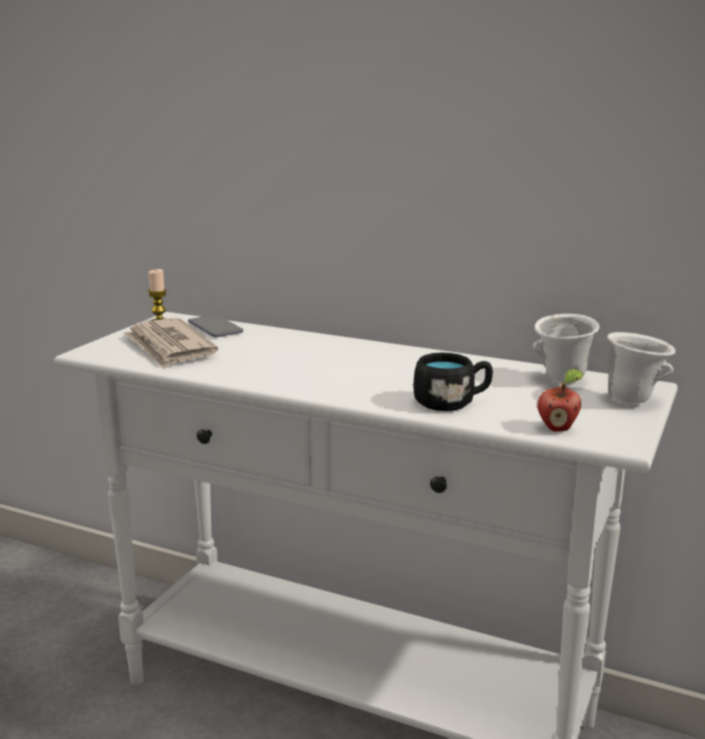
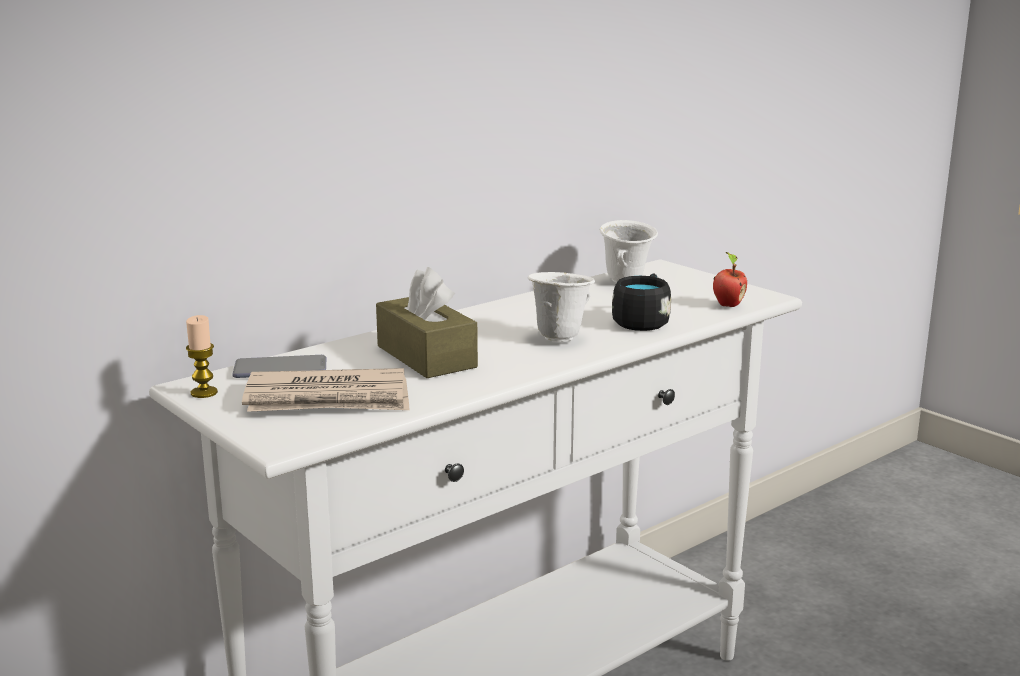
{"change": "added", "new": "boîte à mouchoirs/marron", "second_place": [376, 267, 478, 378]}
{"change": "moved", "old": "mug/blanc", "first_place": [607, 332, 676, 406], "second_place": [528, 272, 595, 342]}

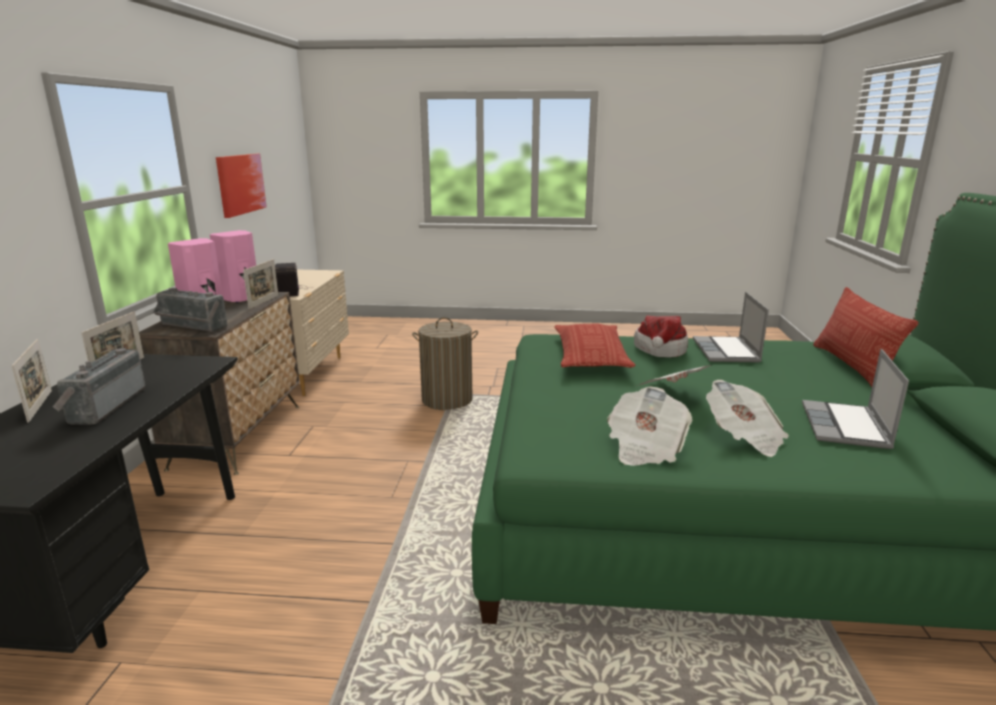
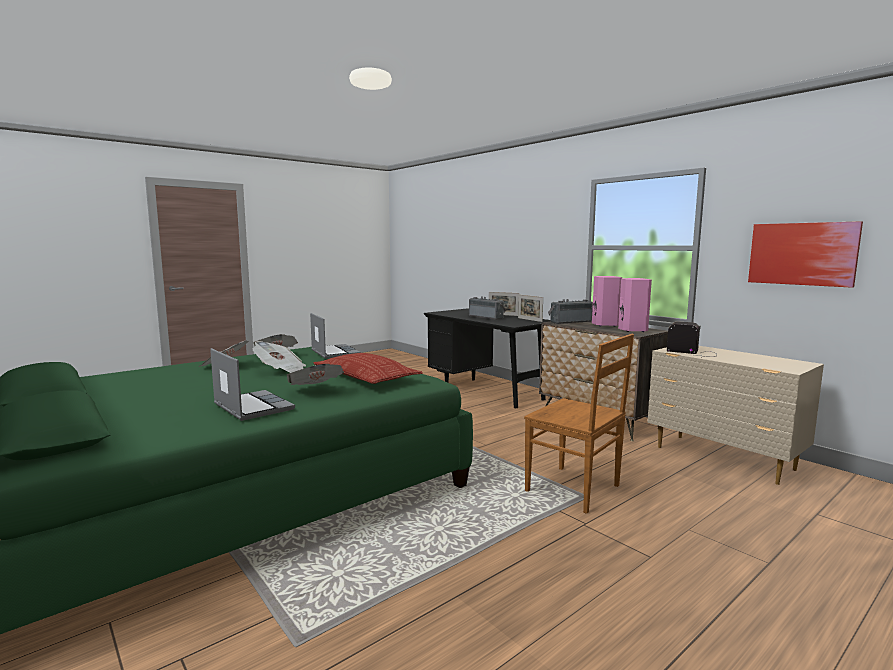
{"change": "replaced", "old": "chapeau", "new": "journal", "first_place": [634, 315, 688, 357], "second_place": [287, 364, 344, 385]}
{"change": "moved", "old": "ordinateur portable", "first_place": [802, 349, 909, 449], "second_place": [310, 313, 361, 359]}
{"change": "replaced", "old": "panier à linge", "new": "chaise/marron", "first_place": [412, 317, 478, 410], "second_place": [524, 334, 634, 514]}
{"change": "removed", "old": "cadre photo", "first_place": [243, 259, 278, 309]}
{"change": "removed", "old": "coussin", "first_place": [813, 287, 919, 387]}

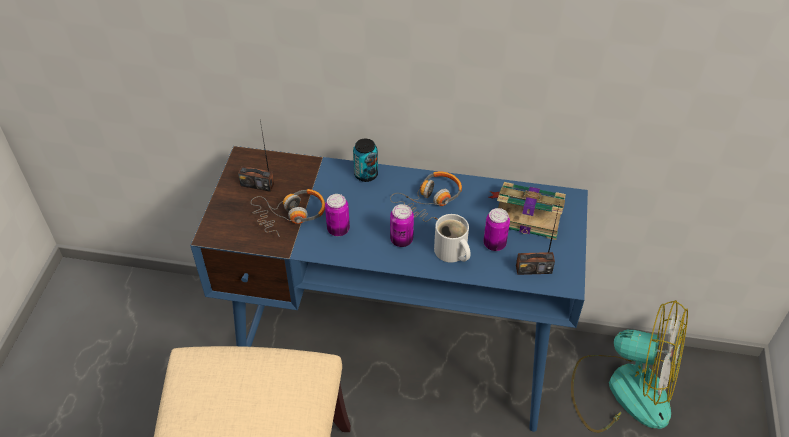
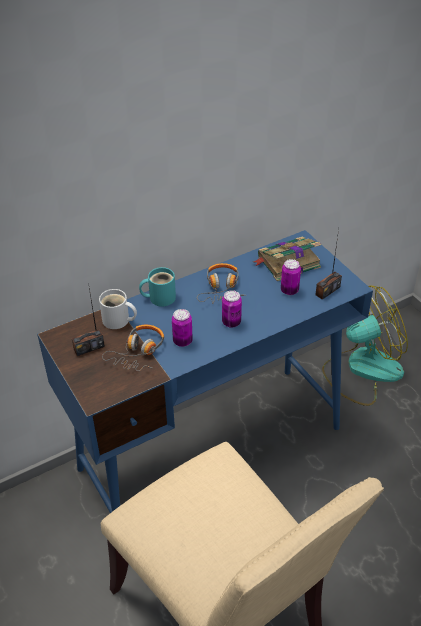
{"change": "moved", "old": "mug/blanc", "first_place": [434, 214, 471, 263], "second_place": [99, 289, 137, 329]}
{"change": "replaced", "old": "boîte métallique", "new": "mug/turquoise", "first_place": [353, 139, 378, 182], "second_place": [139, 267, 176, 307]}

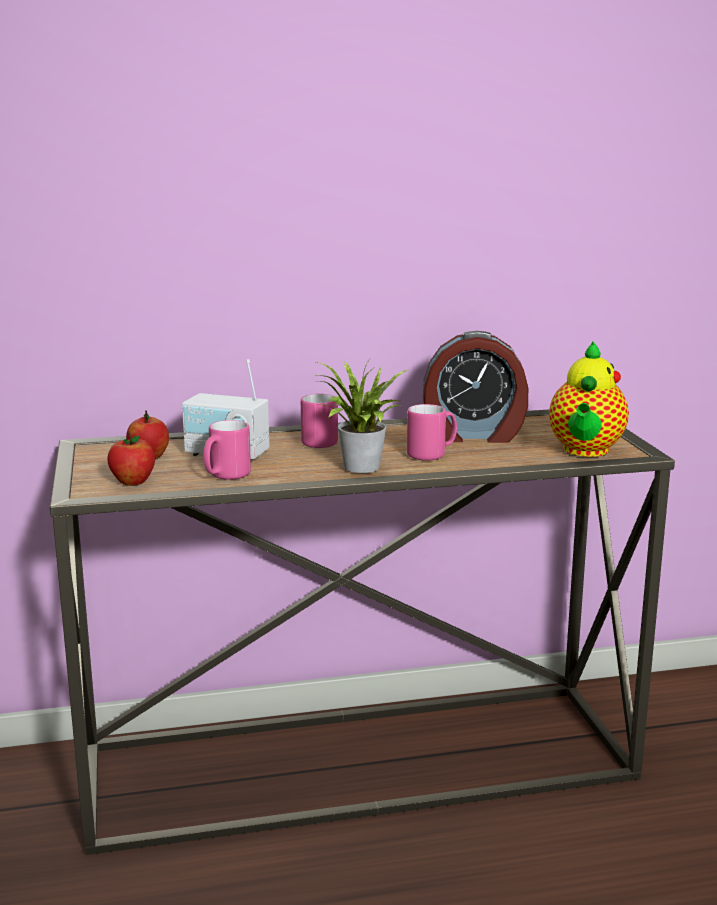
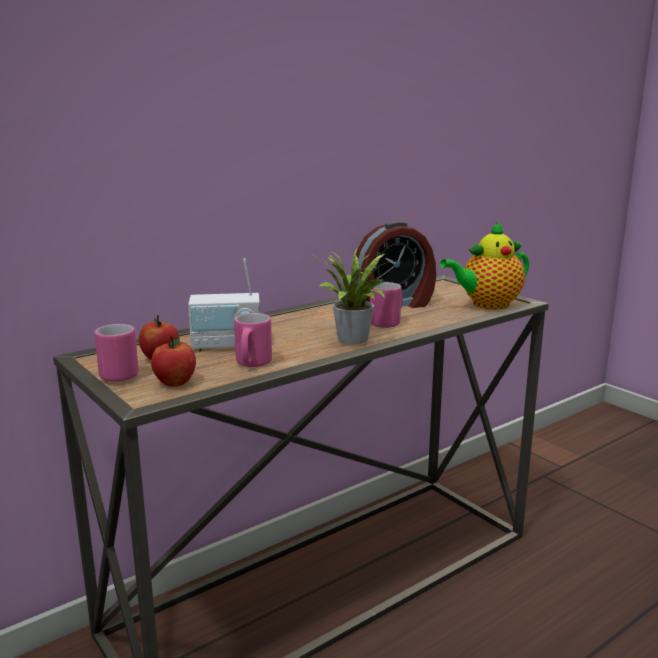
{"change": "moved", "old": "mug/rose", "first_place": [301, 394, 338, 448], "second_place": [94, 324, 139, 382]}
{"change": "turned", "old": "théière", "first_place": [549, 341, 629, 457], "second_place": [440, 221, 529, 310], "degrees": 75}

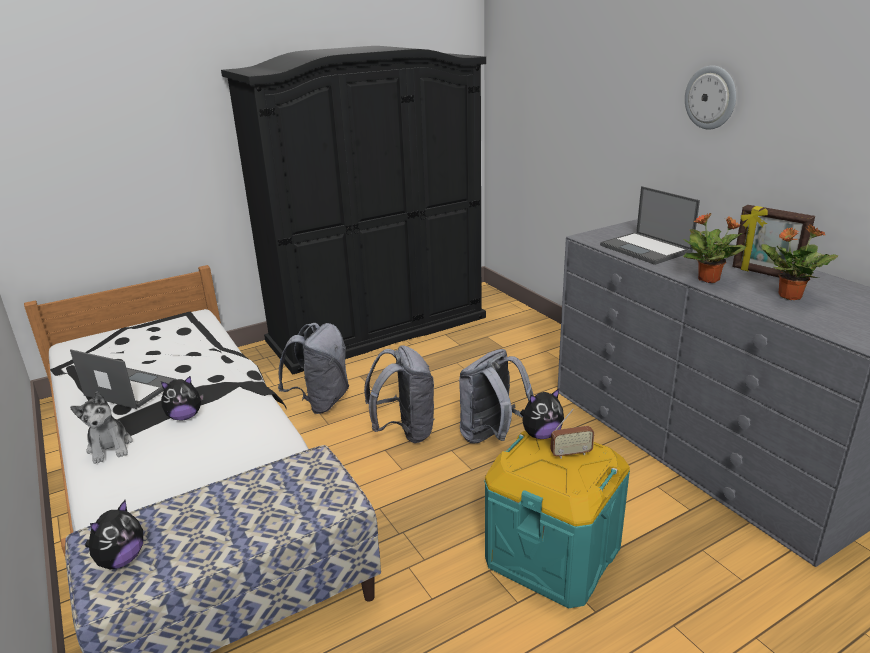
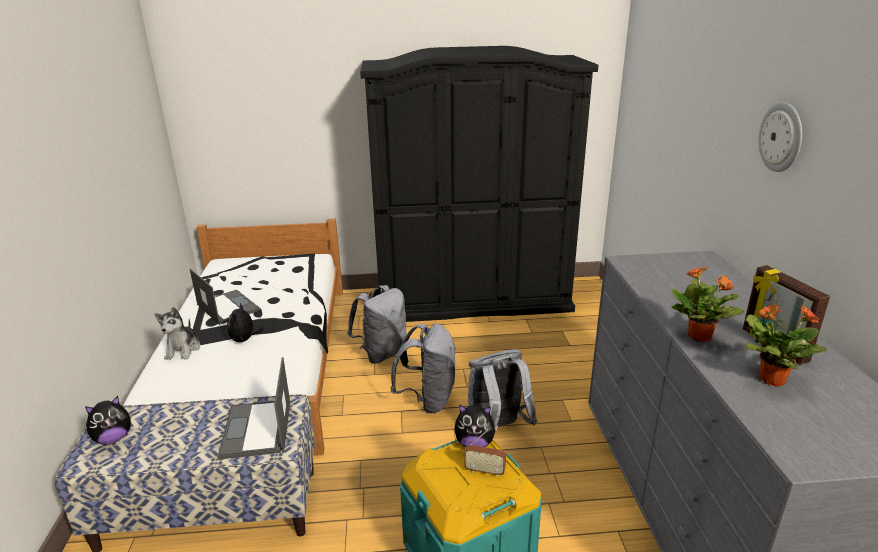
{"change": "moved", "old": "ordinateur portable", "first_place": [600, 186, 700, 265], "second_place": [218, 357, 290, 460]}
{"change": "turned", "old": "peluche", "first_place": [161, 376, 204, 421], "second_place": [227, 303, 263, 342], "degrees": 90}

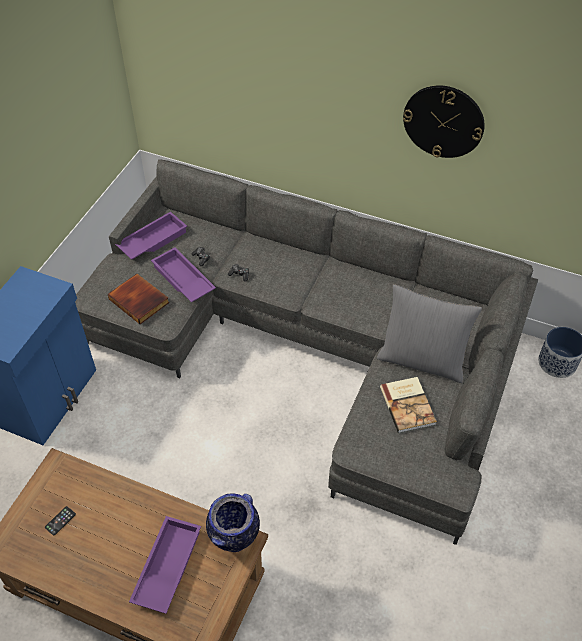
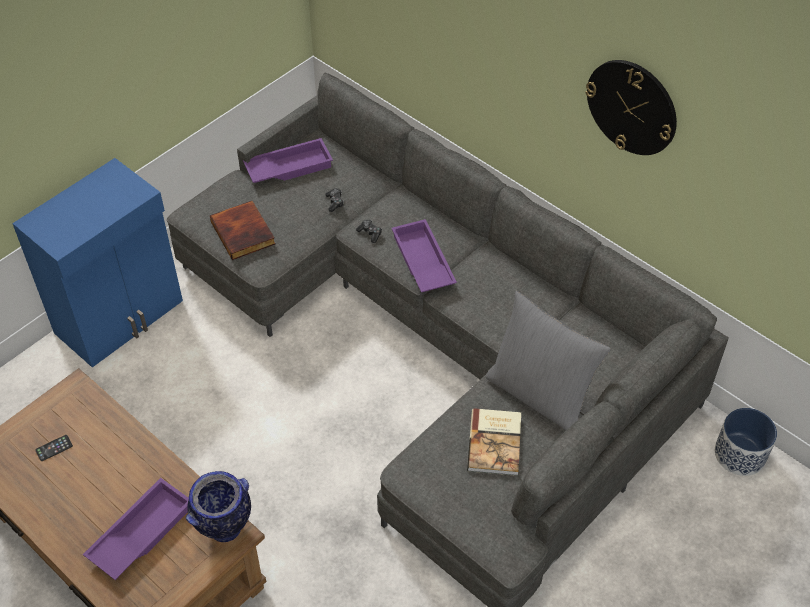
{"change": "moved", "old": "plateau/violet", "first_place": [151, 247, 216, 302], "second_place": [392, 219, 457, 292]}

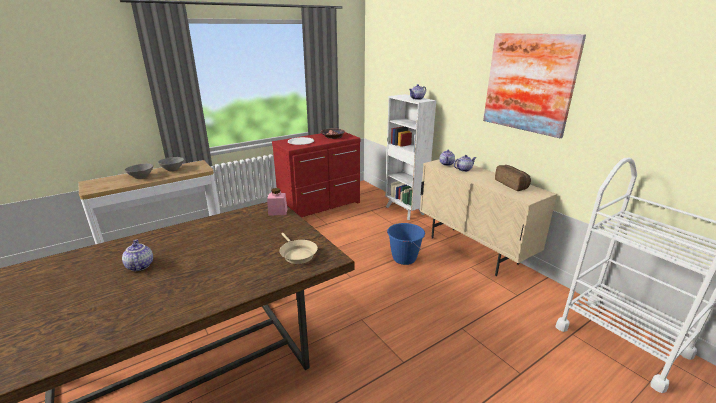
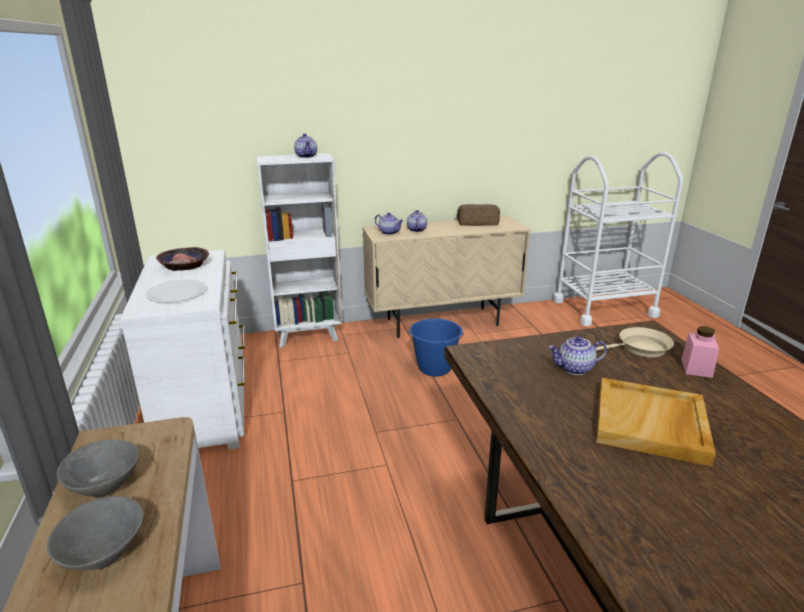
{"change": "recoloured", "old": "commode/rouge", "new": "commode/blanc", "first_place": [272, 132, 360, 217], "second_place": [119, 250, 245, 449]}
{"change": "moved", "old": "théière", "first_place": [122, 240, 153, 271], "second_place": [548, 336, 607, 375]}
{"change": "added", "new": "plateau/beige", "second_place": [596, 378, 716, 466]}
{"change": "moved", "old": "bocal/rose", "first_place": [267, 188, 287, 216], "second_place": [681, 326, 719, 378]}
{"change": "removed", "old": "tableau", "first_place": [483, 33, 586, 138]}

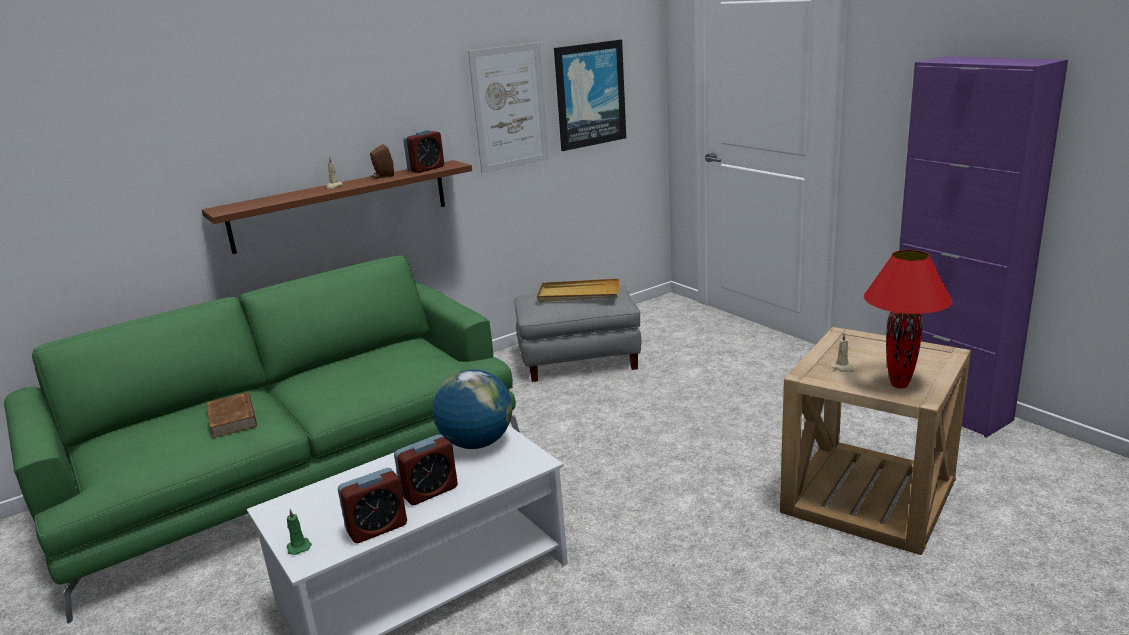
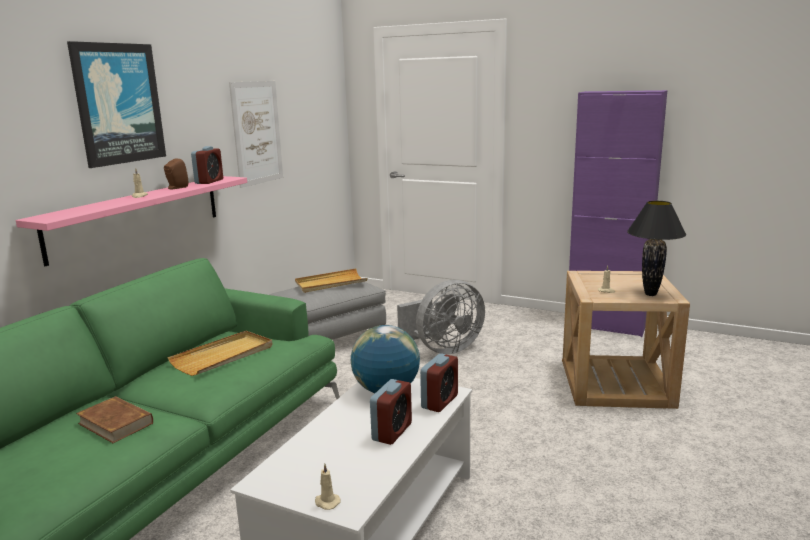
{"change": "recoloured", "old": "étagère/marron", "new": "étagère/rose", "first_place": [202, 160, 472, 254], "second_place": [16, 176, 247, 266]}
{"change": "moved", "old": "tableau", "first_place": [554, 40, 626, 151], "second_place": [67, 41, 166, 168]}
{"change": "added", "new": "plateau/beige", "second_place": [167, 331, 272, 376]}
{"change": "recoloured", "old": "bougie/vert", "new": "bougie/beige", "first_place": [287, 509, 312, 555], "second_place": [315, 463, 341, 510]}
{"change": "added", "new": "ventilateur/gris", "second_place": [397, 280, 485, 354]}
{"change": "moved", "old": "réveil", "first_place": [338, 468, 407, 543], "second_place": [420, 353, 458, 412]}
{"change": "recoloured", "old": "lampe de table/rouge", "new": "lampe de table/noir", "first_place": [864, 250, 952, 388], "second_place": [627, 201, 686, 296]}

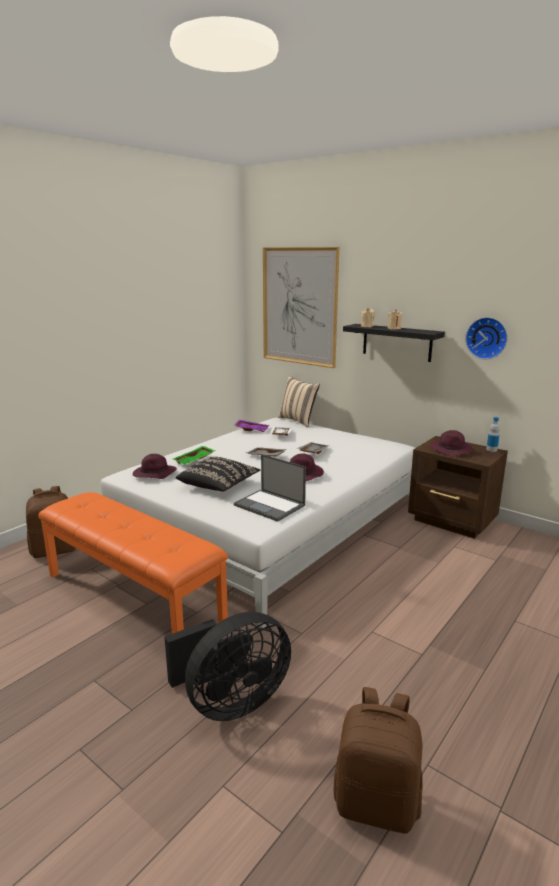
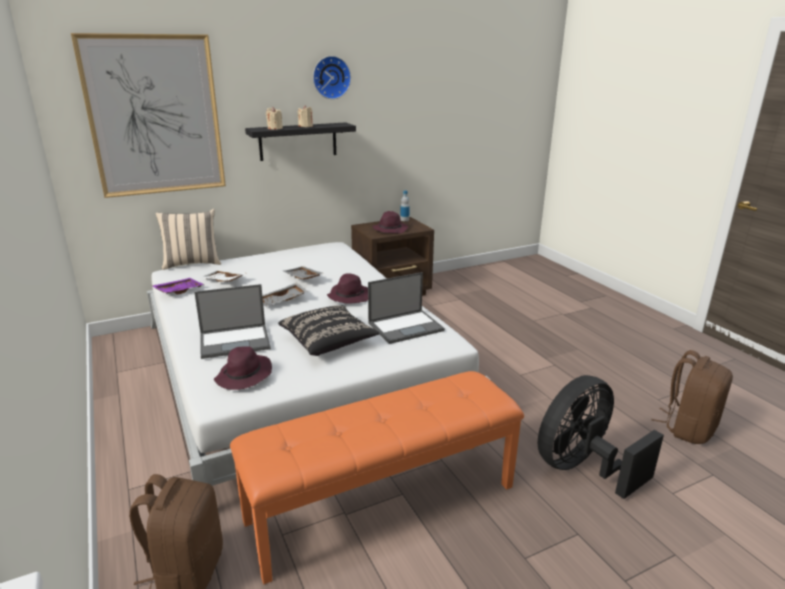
{"change": "replaced", "old": "plateau/vert", "new": "ordinateur portable", "first_place": [173, 446, 215, 464], "second_place": [194, 284, 271, 359]}
{"change": "moved", "old": "horloge murale", "first_place": [465, 317, 508, 359], "second_place": [313, 56, 351, 99]}
{"change": "turned", "old": "ventilateur/noir", "first_place": [164, 612, 291, 721], "second_place": [538, 375, 664, 499], "degrees": -120}

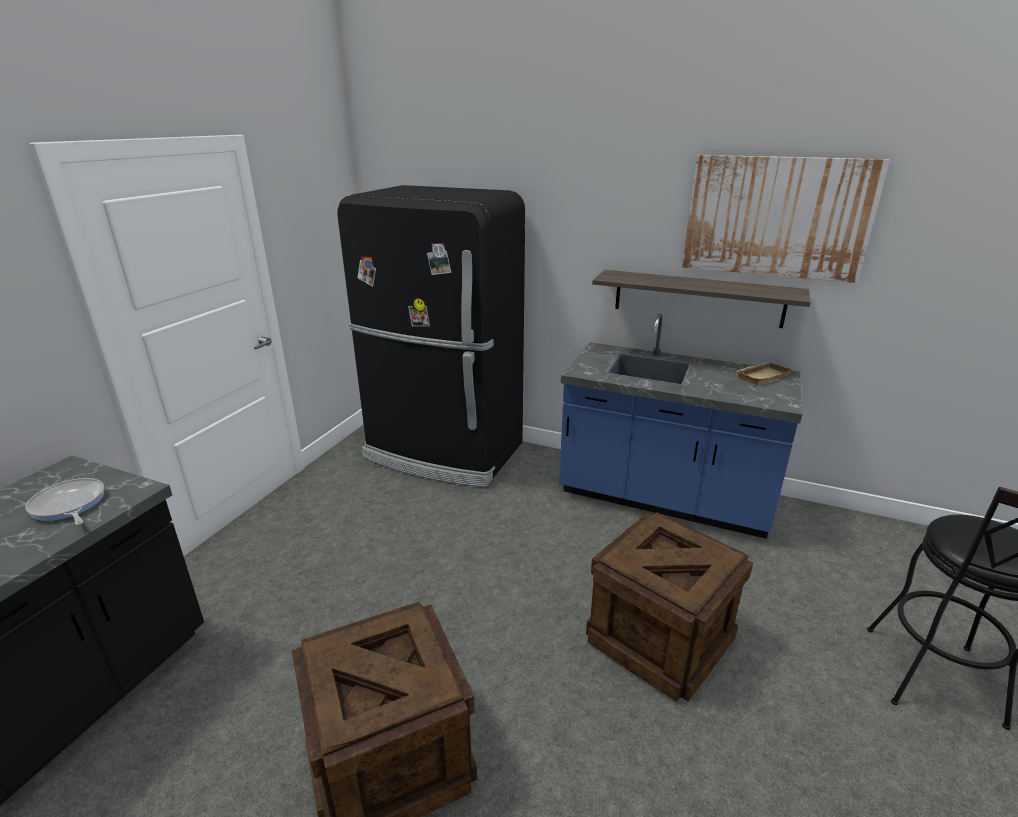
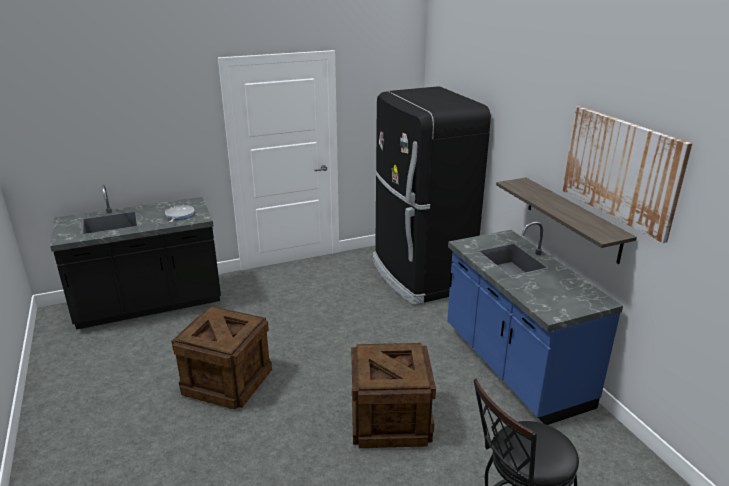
{"change": "removed", "old": "plateau/beige", "first_place": [737, 361, 793, 385]}

